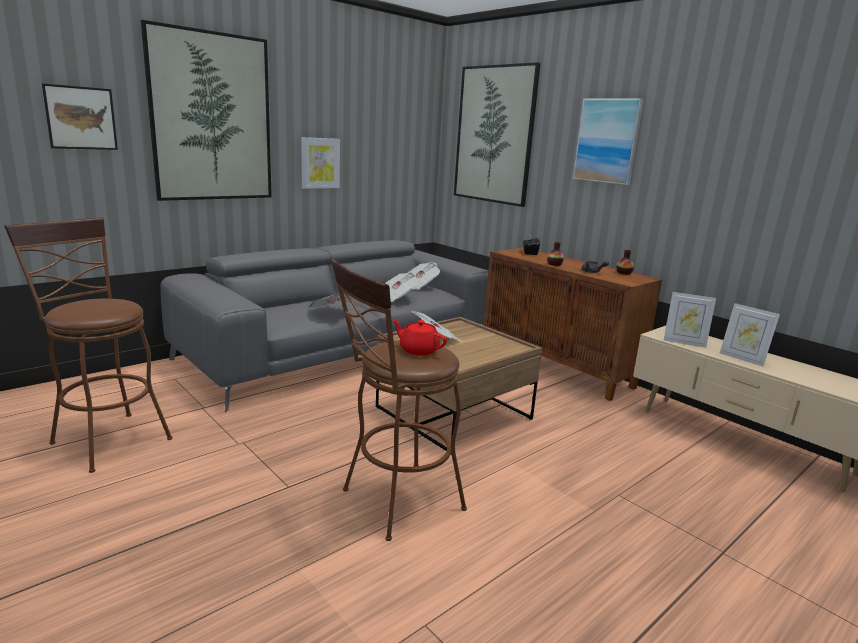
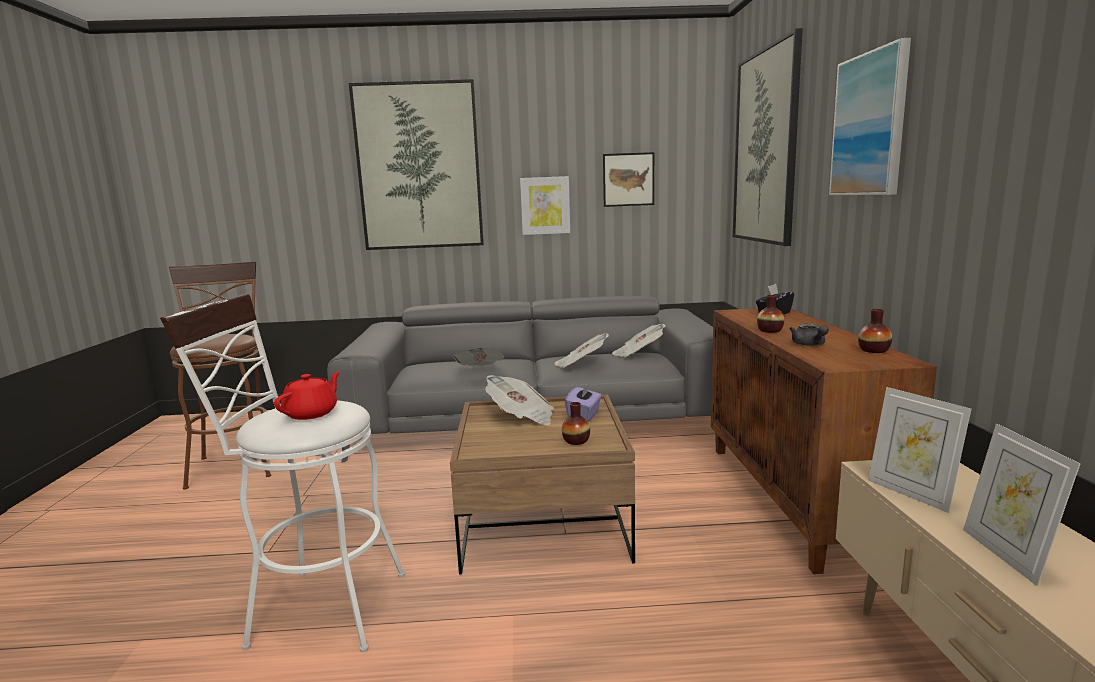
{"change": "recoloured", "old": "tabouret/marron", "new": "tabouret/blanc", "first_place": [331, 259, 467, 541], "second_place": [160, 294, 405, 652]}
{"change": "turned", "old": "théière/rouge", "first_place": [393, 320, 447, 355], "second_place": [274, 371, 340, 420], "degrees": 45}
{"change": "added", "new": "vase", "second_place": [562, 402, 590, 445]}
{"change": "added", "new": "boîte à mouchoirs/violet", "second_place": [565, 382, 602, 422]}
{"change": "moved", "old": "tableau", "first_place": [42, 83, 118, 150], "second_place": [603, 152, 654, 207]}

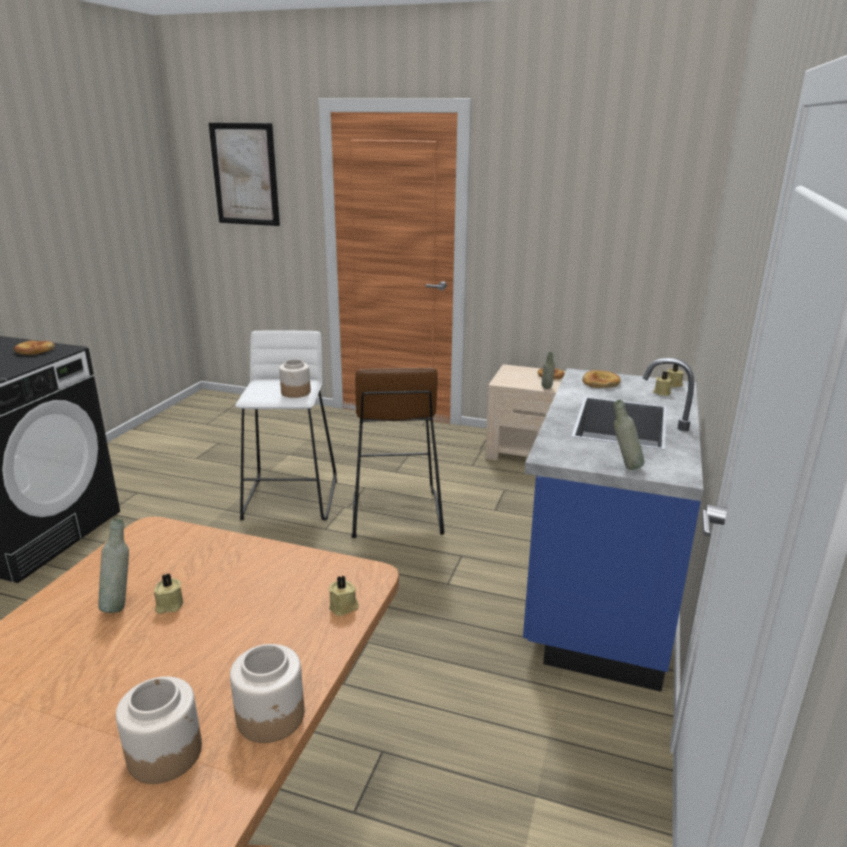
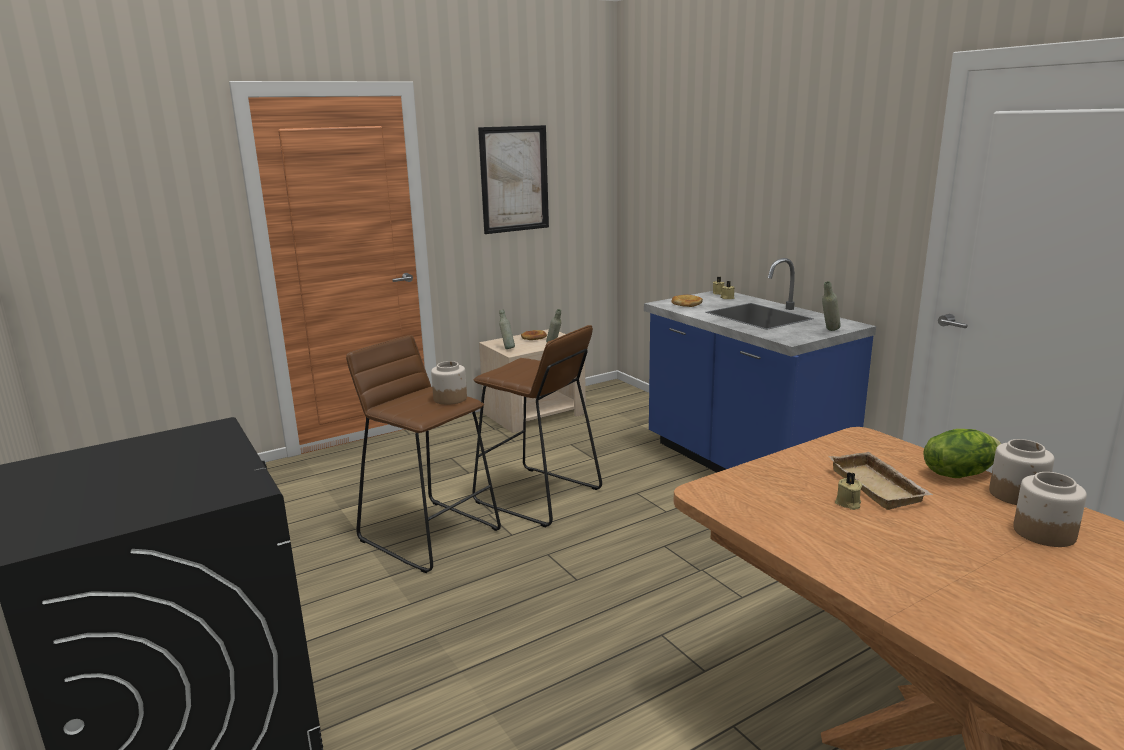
{"change": "recoloured", "old": "tabouret/blanc", "new": "tabouret/marron", "first_place": [235, 330, 337, 520], "second_place": [346, 335, 501, 573]}
{"change": "moved", "old": "tableau", "first_place": [208, 123, 280, 226], "second_place": [478, 125, 549, 234]}
{"change": "moved", "old": "bouteille/gris", "first_place": [98, 519, 129, 613], "second_place": [499, 310, 515, 349]}
{"change": "added", "new": "plateau/beige", "second_place": [828, 452, 933, 510]}
{"change": "added", "new": "laitue", "second_place": [923, 429, 1002, 478]}
{"change": "removed", "old": "pain", "first_place": [14, 340, 55, 355]}
{"change": "removed", "old": "bougie/beige", "first_place": [329, 576, 359, 616]}

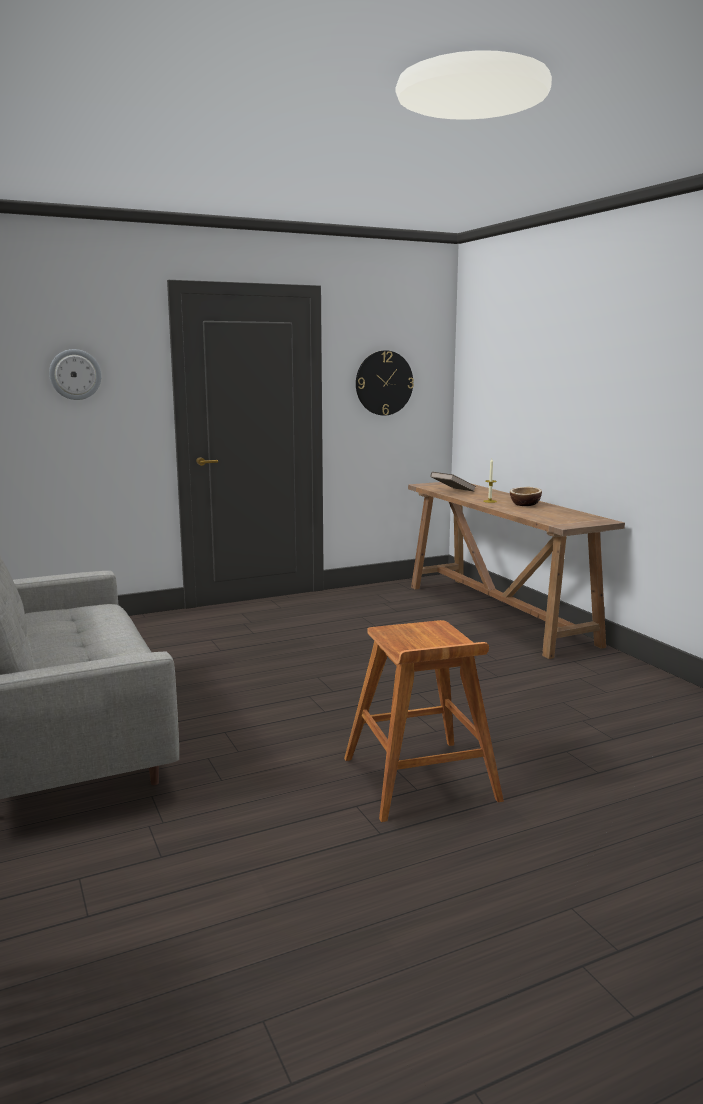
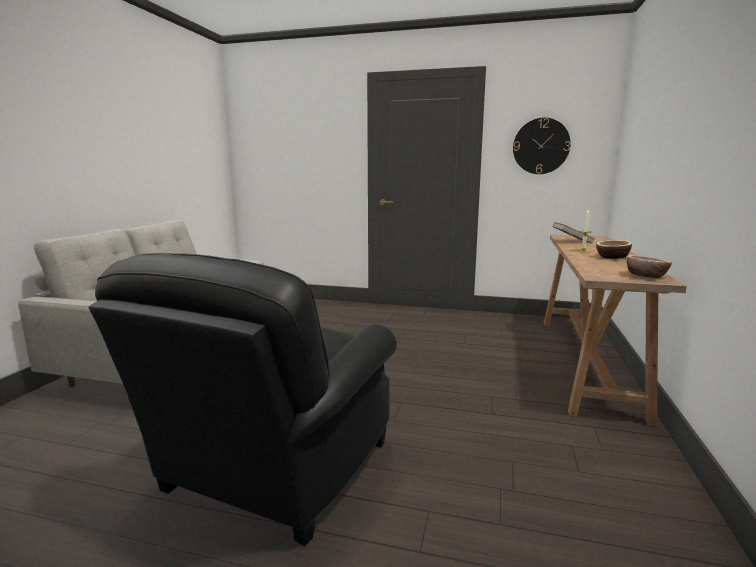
{"change": "replaced", "old": "tabouret/marron", "new": "fauteuil/noir", "first_place": [344, 620, 504, 822], "second_place": [88, 253, 397, 546]}
{"change": "added", "new": "bol", "second_place": [627, 255, 672, 278]}
{"change": "removed", "old": "horloge murale", "first_place": [49, 349, 102, 400]}

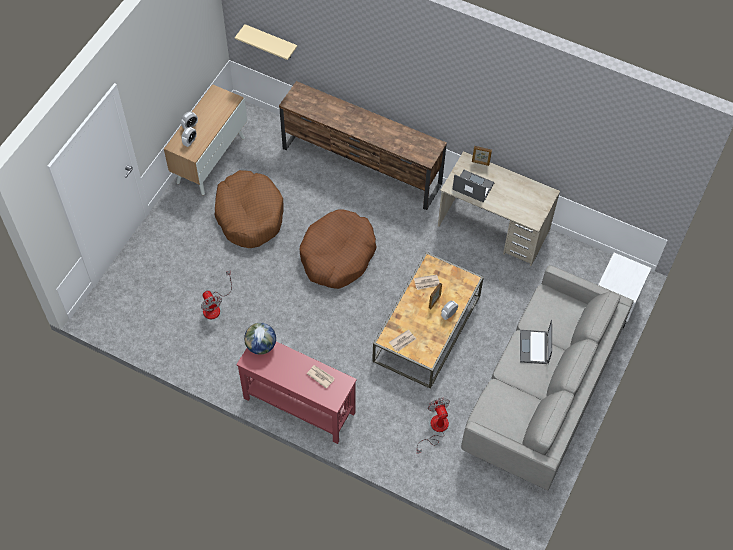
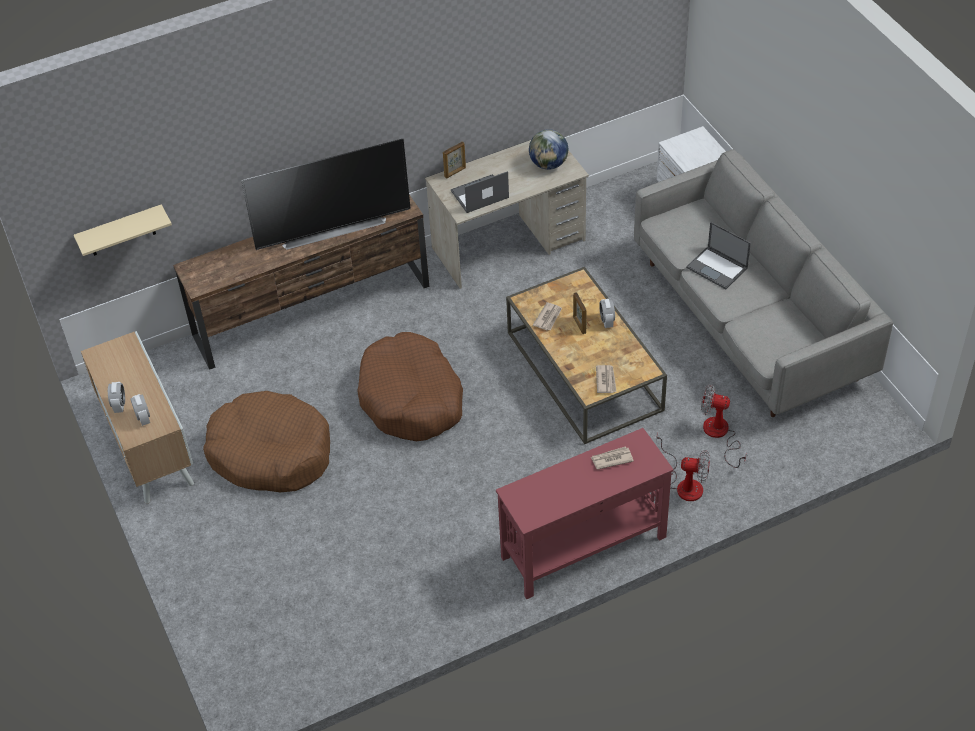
{"change": "added", "new": "téléviseur", "second_place": [241, 139, 411, 250]}
{"change": "moved", "old": "globe", "first_place": [244, 323, 276, 355], "second_place": [529, 129, 568, 170]}
{"change": "moved", "old": "ventilateur", "first_place": [201, 271, 232, 319], "second_place": [656, 431, 710, 501]}

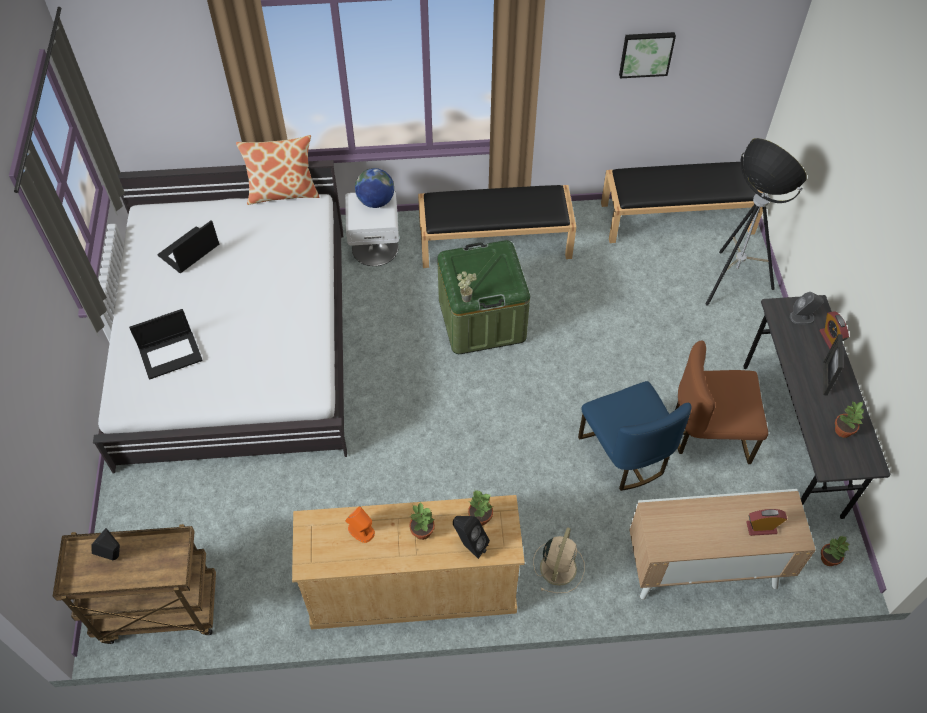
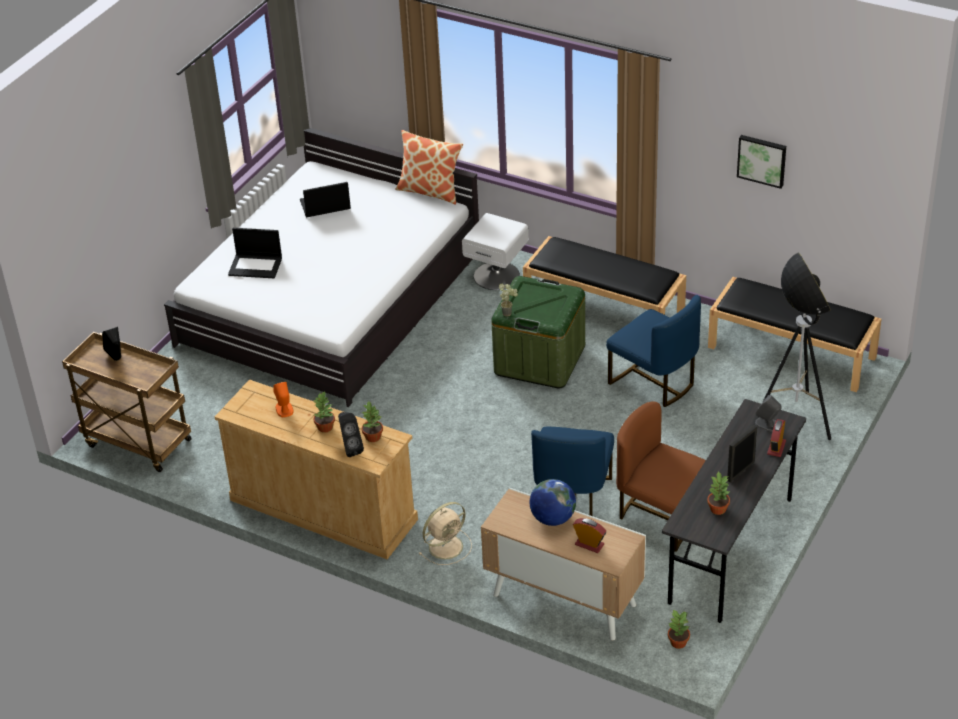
{"change": "moved", "old": "globe", "first_place": [355, 168, 394, 208], "second_place": [530, 479, 576, 526]}
{"change": "added", "new": "chaise/bleu", "second_place": [606, 295, 701, 407]}

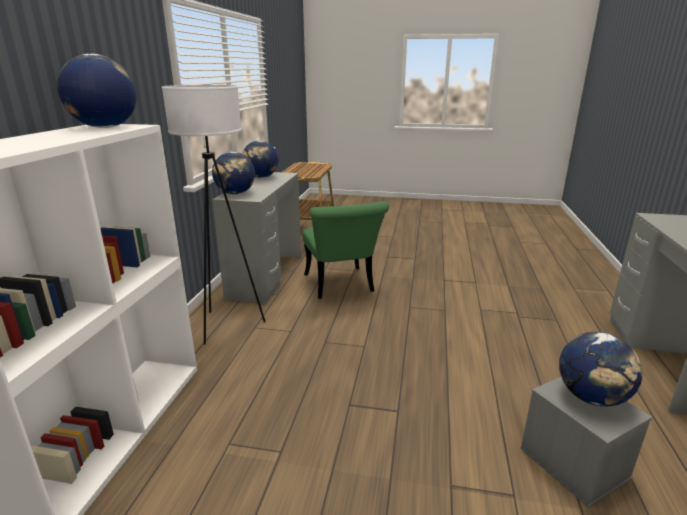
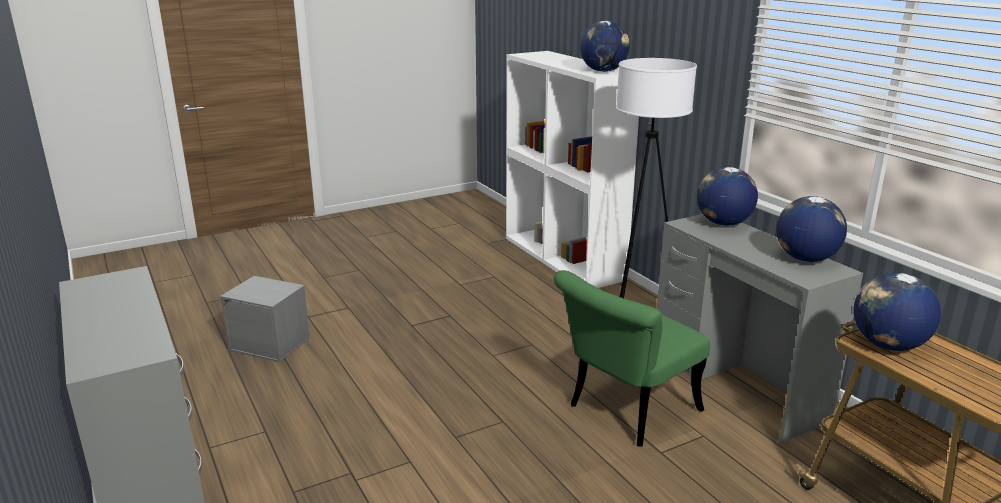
{"change": "turned", "old": "chaise/vert", "first_place": [303, 201, 389, 299], "second_place": [554, 270, 710, 447], "degrees": -75}
{"change": "moved", "old": "globe", "first_place": [559, 332, 643, 406], "second_place": [853, 273, 941, 351]}

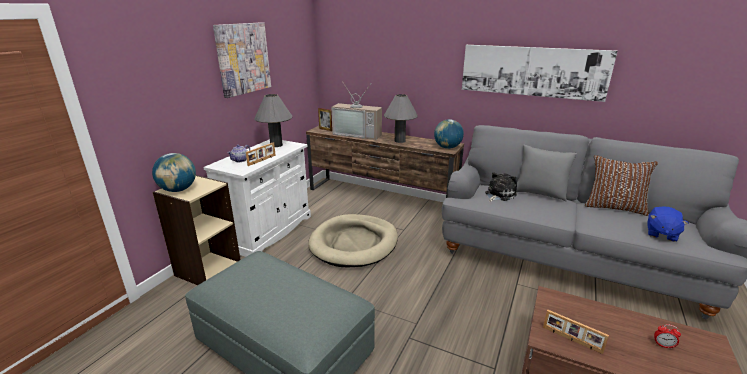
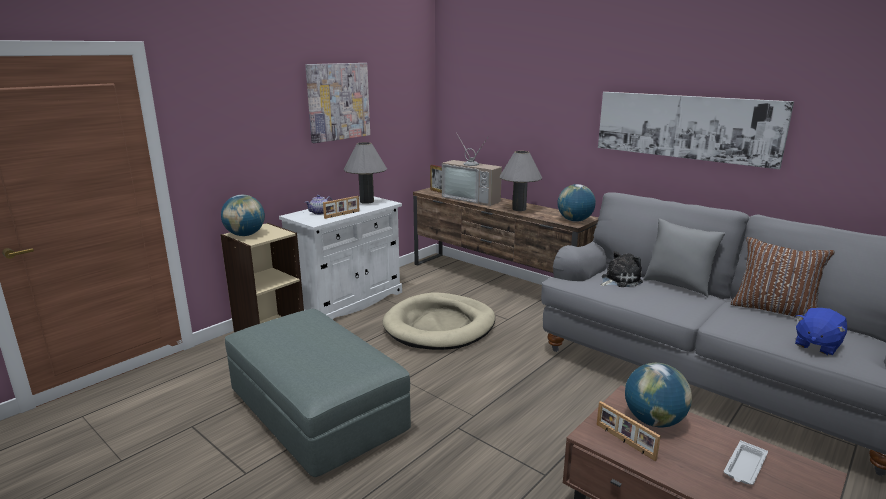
{"change": "added", "new": "globe", "second_place": [625, 363, 692, 428]}
{"change": "replaced", "old": "réveil", "new": "plateau/blanc", "first_place": [654, 324, 681, 349], "second_place": [724, 440, 768, 485]}

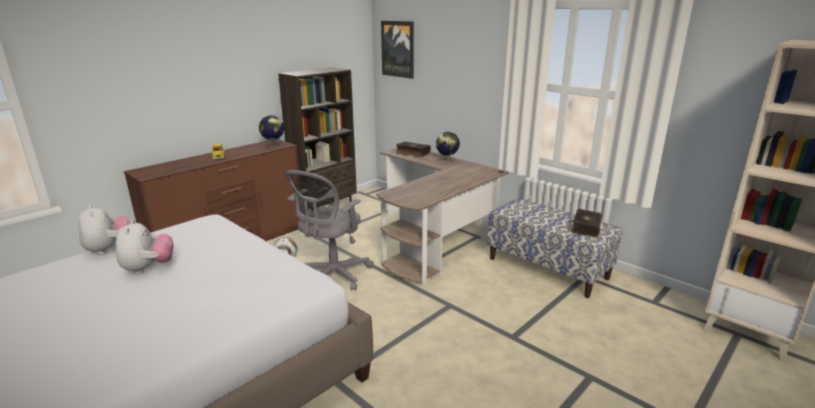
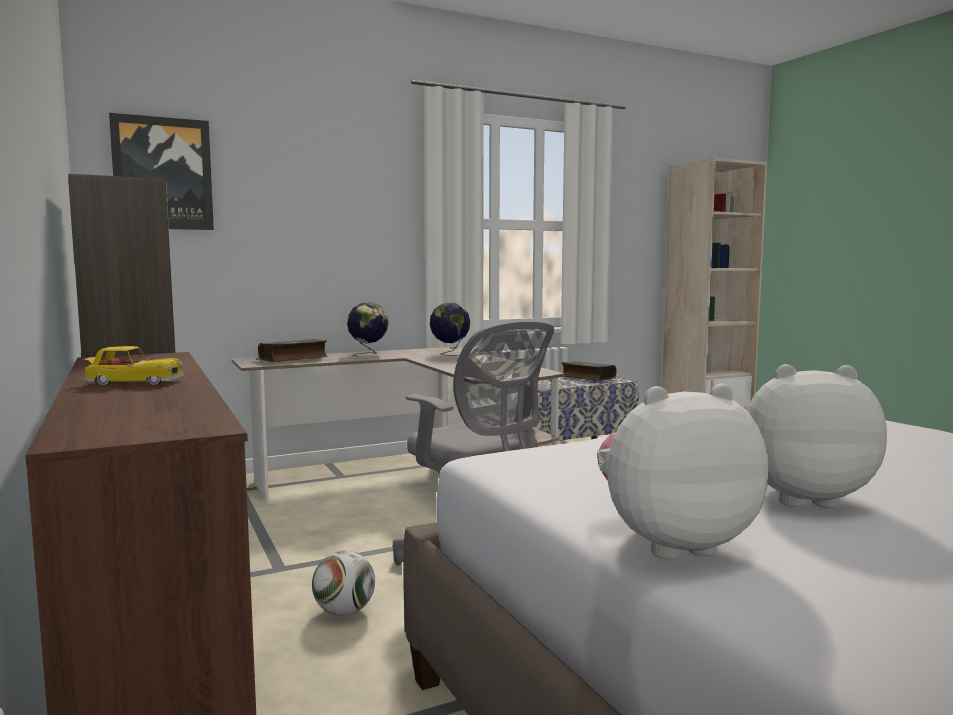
{"change": "moved", "old": "globe", "first_place": [259, 115, 284, 149], "second_place": [430, 302, 470, 356]}

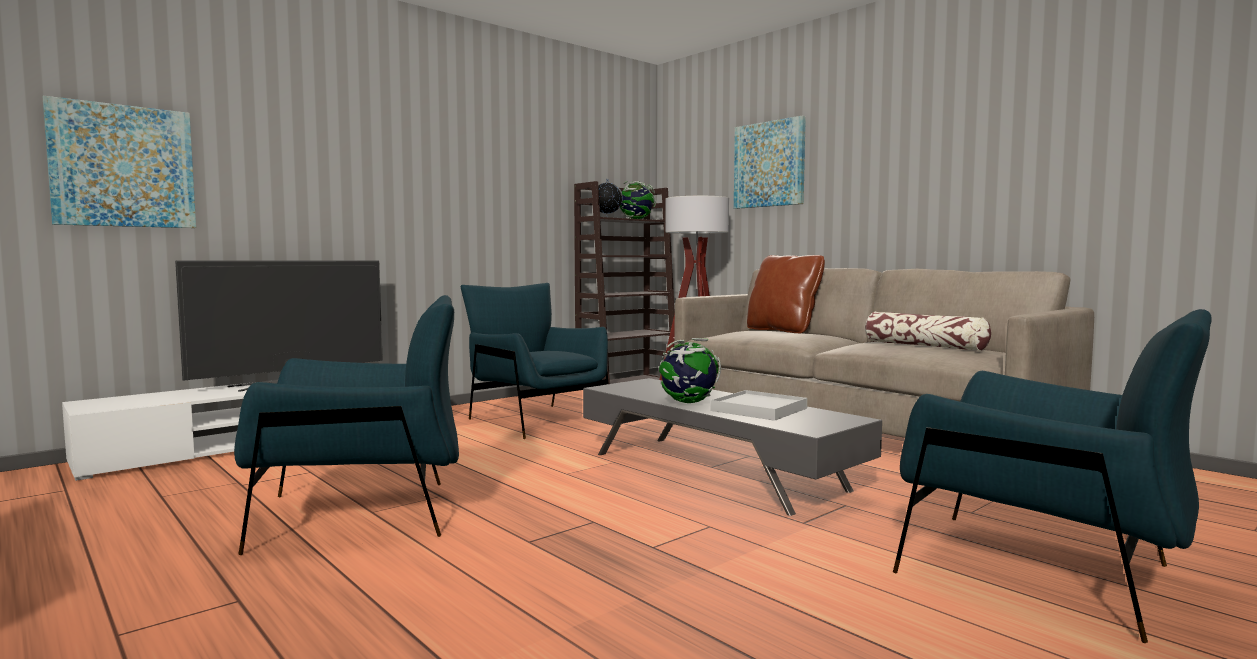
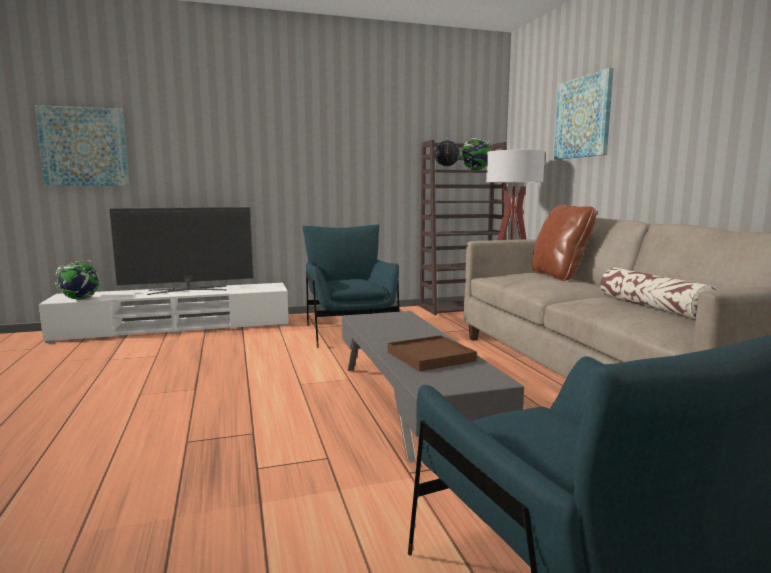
{"change": "moved", "old": "globe", "first_place": [659, 338, 721, 403], "second_place": [55, 260, 100, 300]}
{"change": "recoloured", "old": "plateau/blanc", "new": "plateau/marron", "first_place": [710, 390, 807, 421], "second_place": [388, 335, 477, 372]}
{"change": "removed", "old": "fauteuil/bleu", "first_place": [234, 295, 459, 555]}

